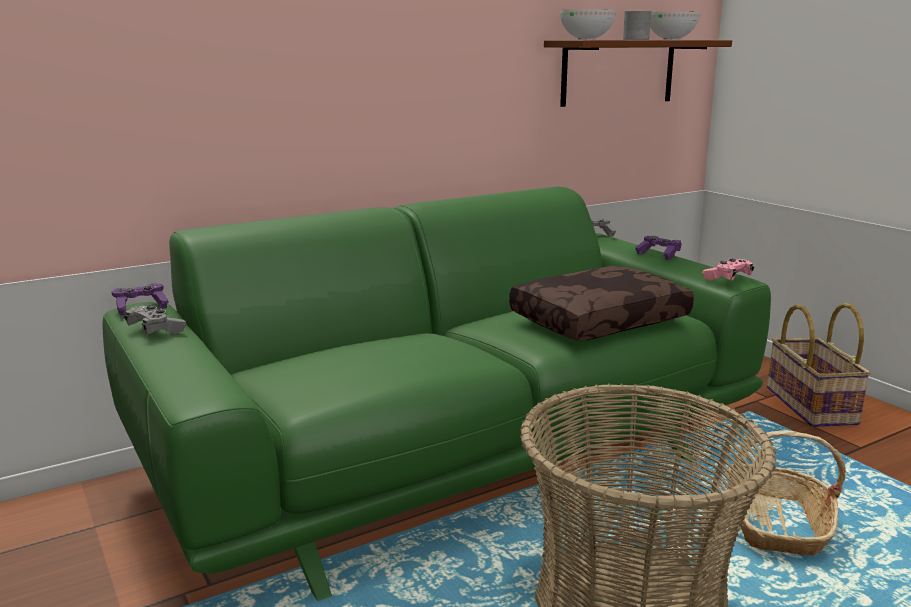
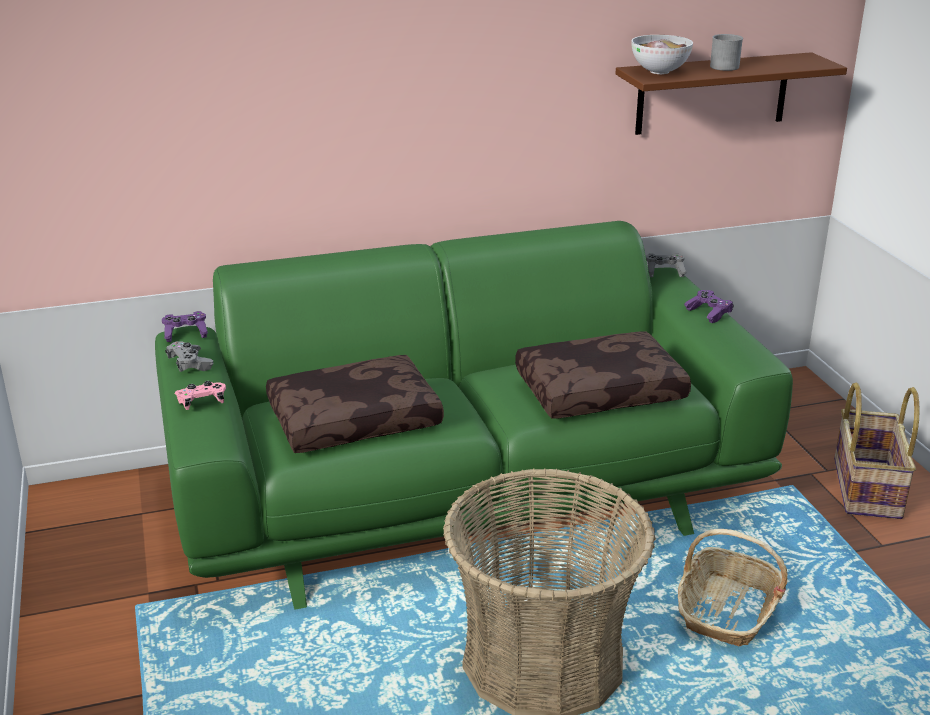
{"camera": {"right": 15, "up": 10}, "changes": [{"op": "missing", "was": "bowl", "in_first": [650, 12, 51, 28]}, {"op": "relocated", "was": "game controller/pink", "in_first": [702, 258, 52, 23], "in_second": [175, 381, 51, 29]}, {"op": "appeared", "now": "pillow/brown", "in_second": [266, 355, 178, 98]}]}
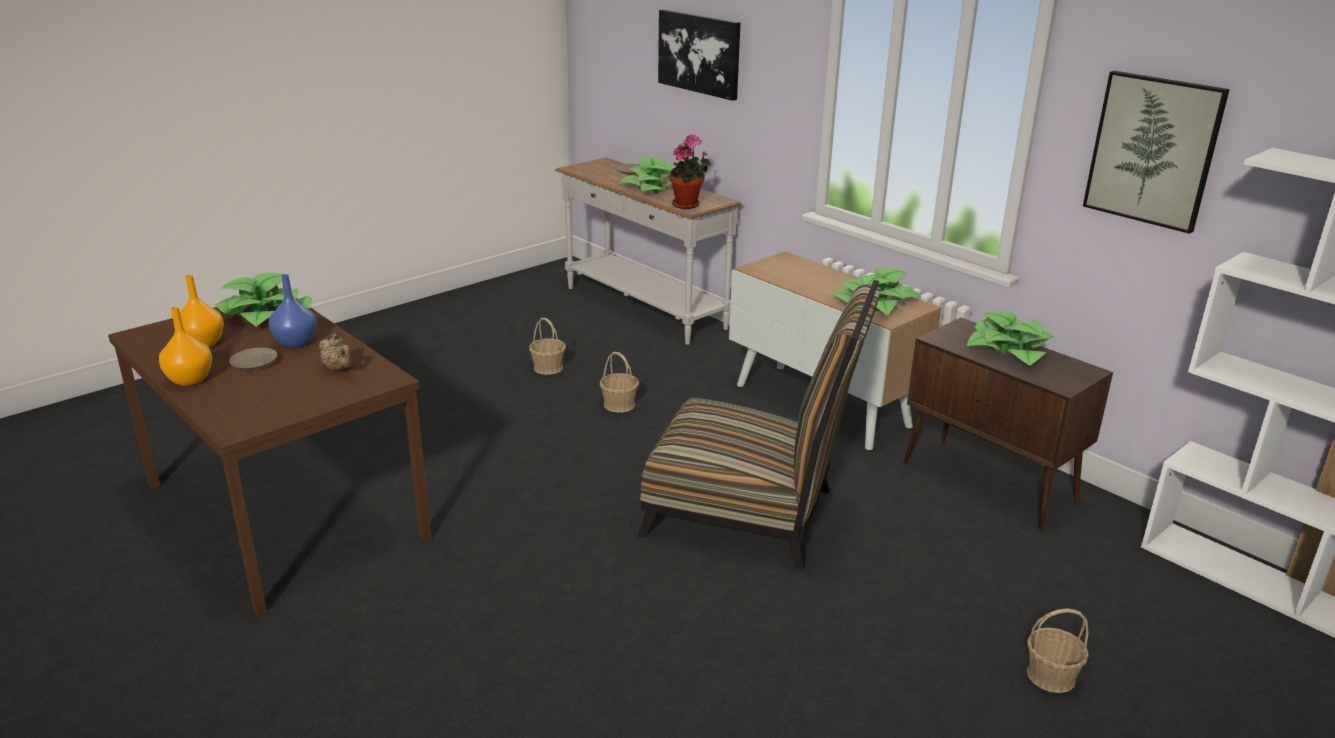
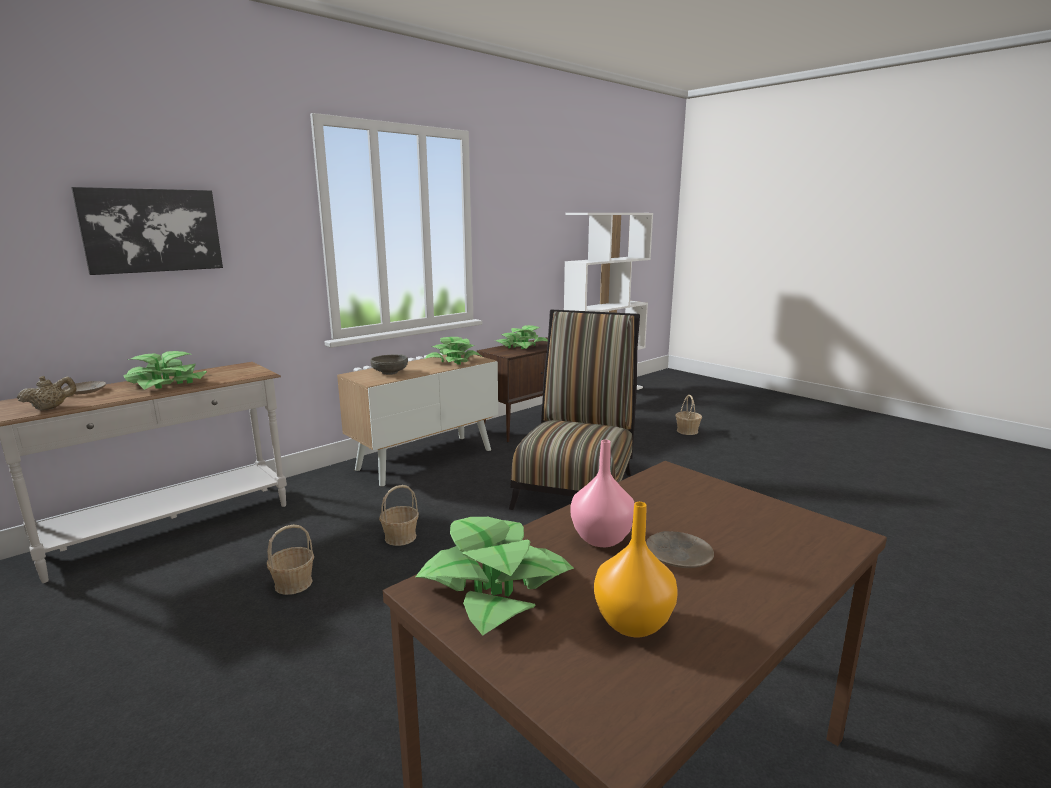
{"camera": {"right": -90, "up": -10}, "changes": [{"op": "missing", "was": "vase/orange", "in_first": [159, 307, 53, 79]}, {"op": "colour", "was": "vase/blue", "now": "vase/pink", "in_first": [269, 274, 47, 74], "in_second": [570, 440, 64, 107]}, {"op": "relocated", "was": "teapot/beige", "in_first": [319, 334, 35, 37], "in_second": [17, 376, 59, 34]}, {"op": "missing", "was": "potted plant", "in_first": [669, 134, 42, 75]}, {"op": "missing", "was": "picture", "in_first": [1083, 71, 147, 163]}, {"op": "appeared", "now": "bowl/grey", "in_second": [371, 355, 37, 20]}]}
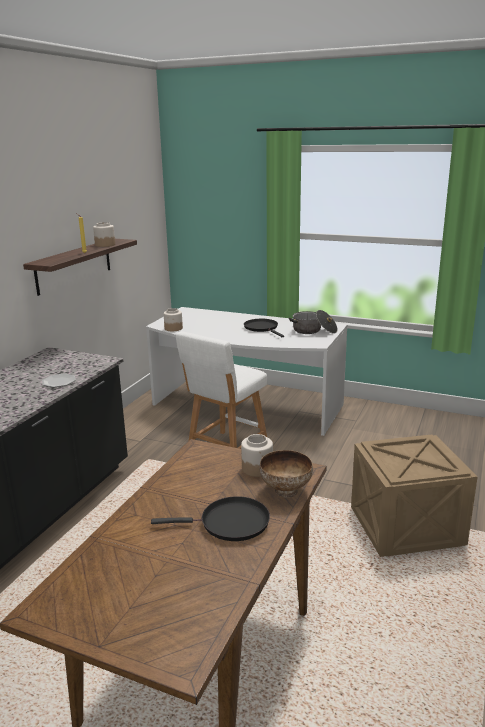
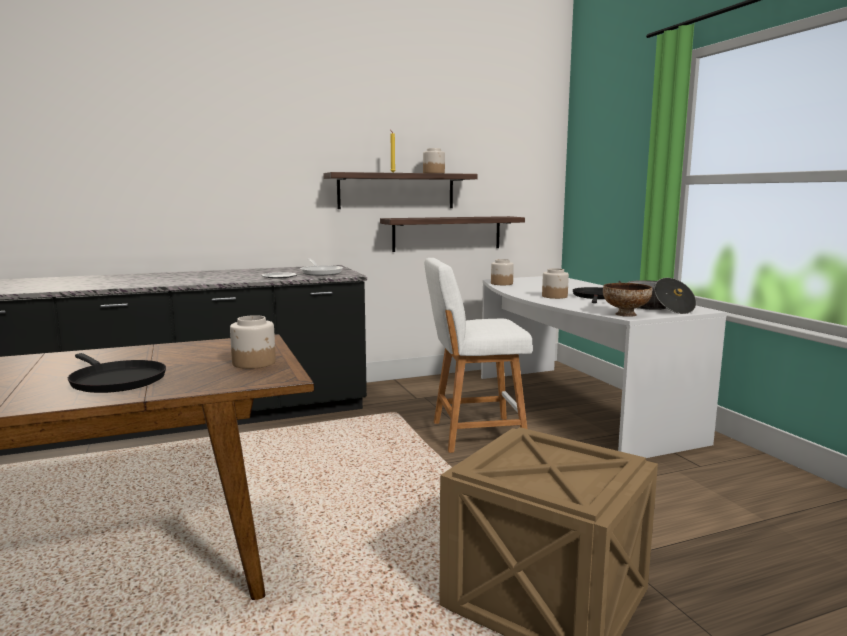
{"camera": {"right": 45, "up": -10}, "changes": [{"op": "relocated", "was": "bowl", "in_first": [259, 450, 54, 48], "in_second": [603, 283, 49, 34]}, {"op": "appeared", "now": "frying pan", "in_second": [300, 259, 43, 17]}, {"op": "appeared", "now": "shelf", "in_second": [380, 216, 145, 36]}, {"op": "appeared", "now": "jar", "in_second": [542, 268, 27, 31]}]}
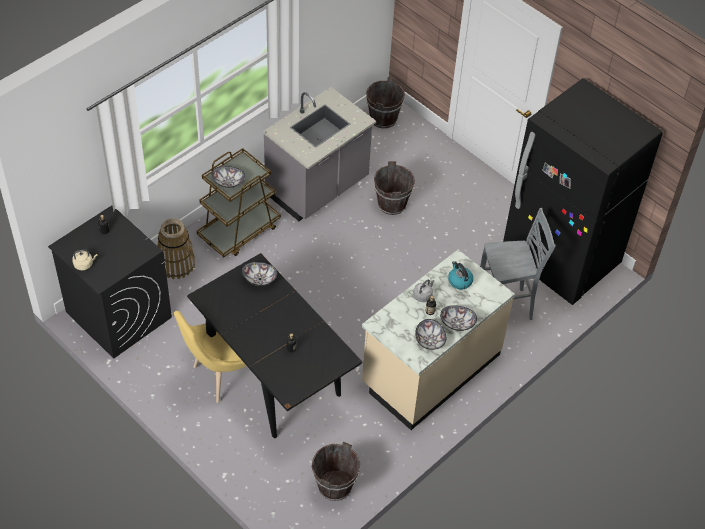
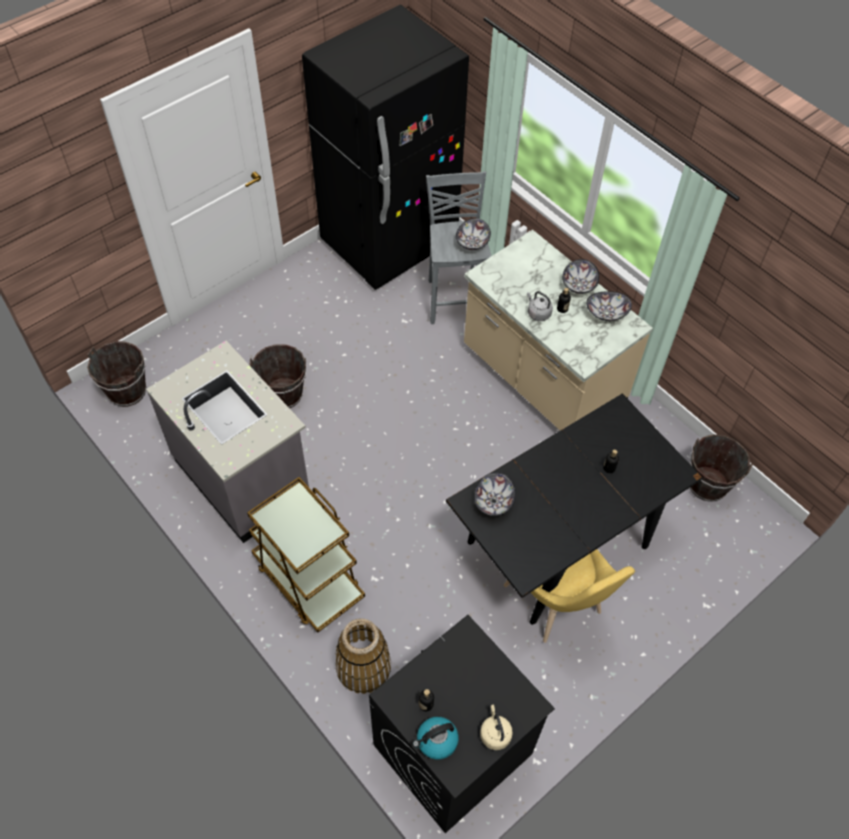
{"camera": {"right": -85, "up": 5}, "changes": [{"op": "relocated", "was": "bowl", "in_first": [212, 166, 33, 22], "in_second": [456, 218, 35, 32]}, {"op": "relocated", "was": "kettle", "in_first": [448, 261, 25, 29], "in_second": [413, 717, 46, 42]}]}
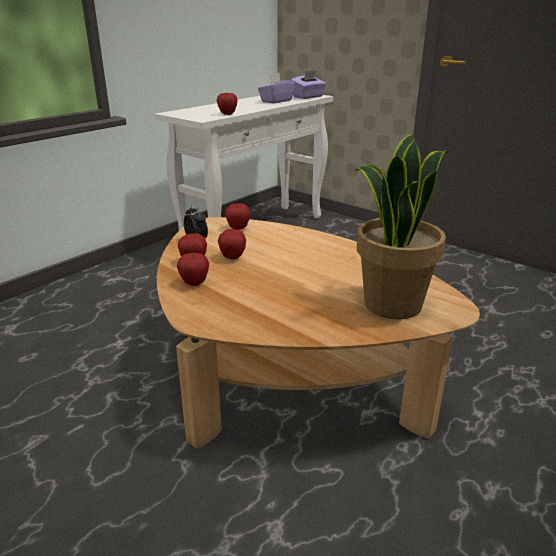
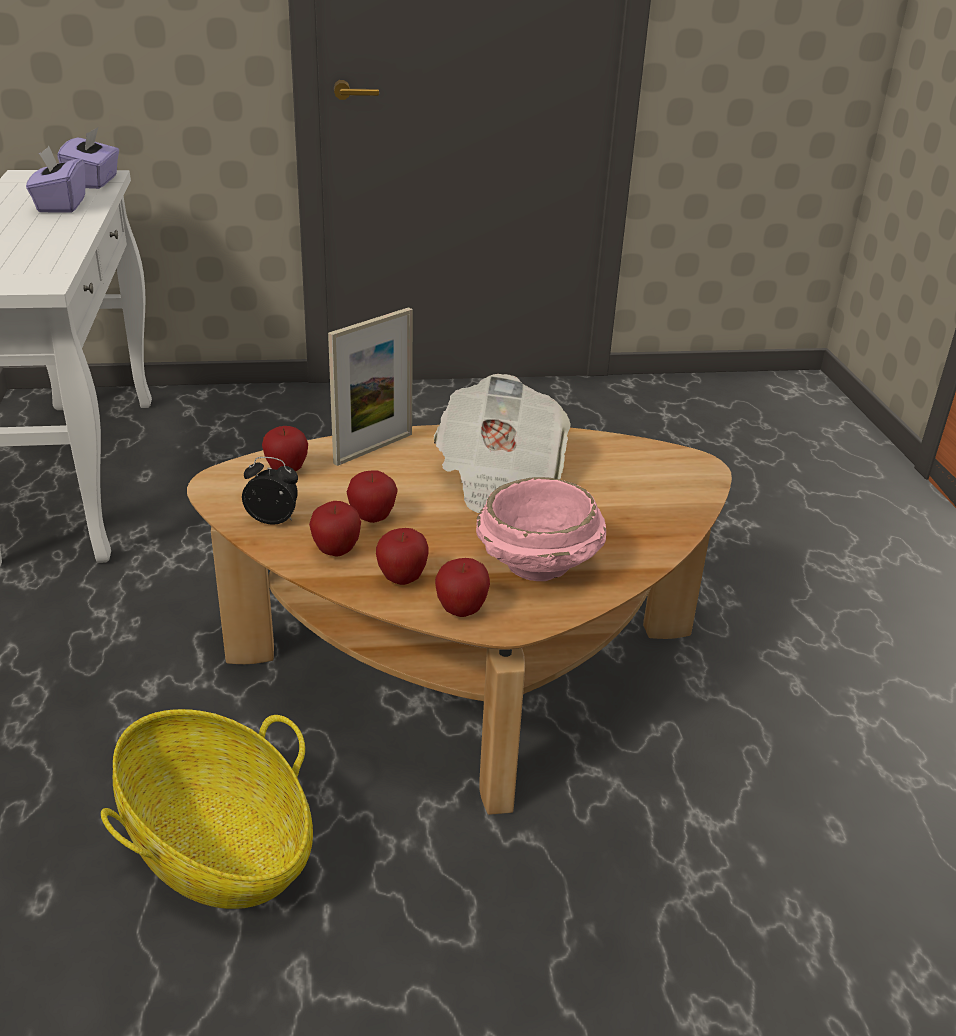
{"camera": {"right": -50, "up": 5}, "changes": [{"op": "relocated", "was": "apple", "in_first": [217, 93, 21, 22], "in_second": [435, 558, 55, 59]}, {"op": "missing", "was": "potted plant", "in_first": [355, 133, 93, 187]}, {"op": "appeared", "now": "basket", "in_second": [101, 709, 212, 200]}, {"op": "appeared", "now": "picture frame", "in_second": [328, 307, 85, 159]}, {"op": "appeared", "now": "newspaper", "in_second": [434, 374, 137, 139]}, {"op": "appeared", "now": "bowl/pink", "in_second": [476, 477, 130, 104]}]}
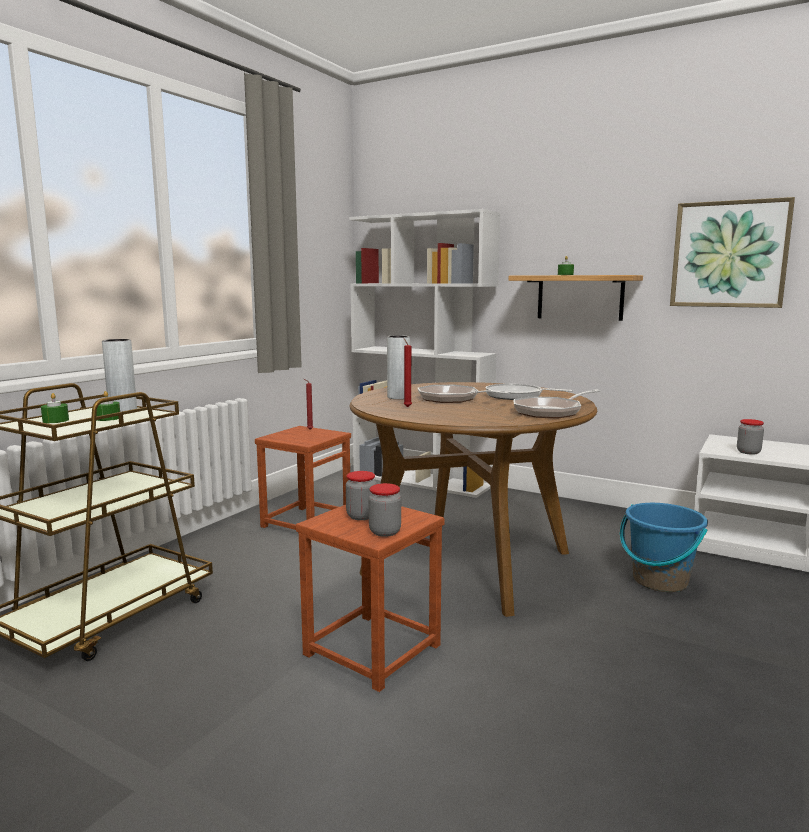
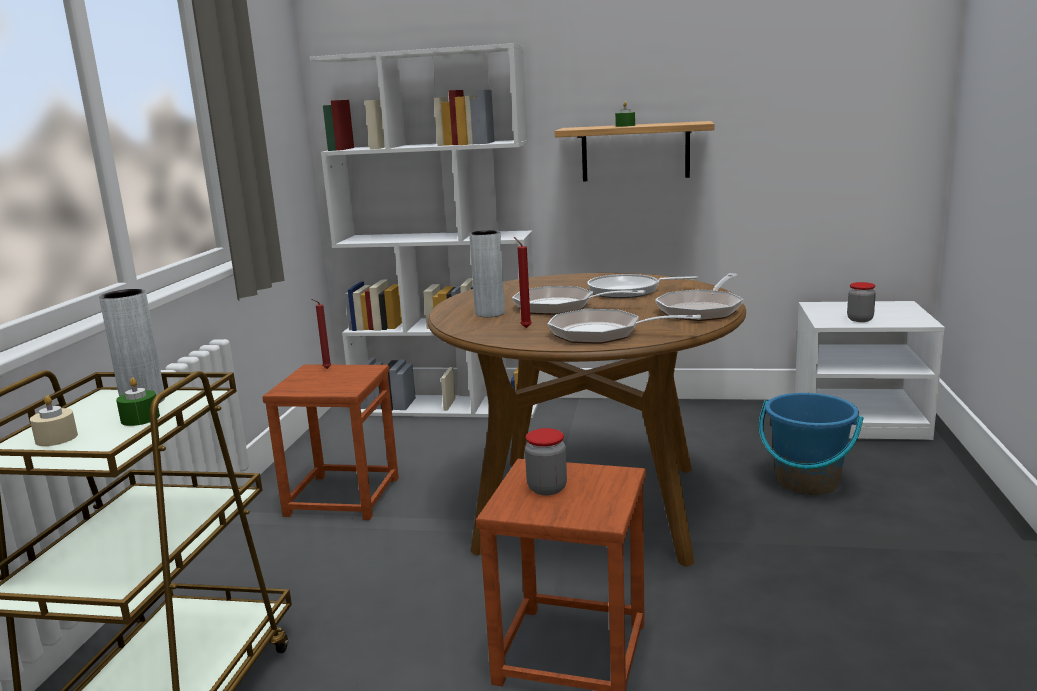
{"camera": {"right": -20, "up": 5}, "changes": [{"op": "colour", "was": "candle/green", "now": "candle/beige", "in_first": [41, 393, 28, 30], "in_second": [30, 395, 48, 51]}, {"op": "missing", "was": "jar", "in_first": [369, 483, 32, 54]}, {"op": "missing", "was": "picture", "in_first": [670, 197, 125, 111]}, {"op": "appeared", "now": "frying pan", "in_second": [547, 309, 154, 35]}]}
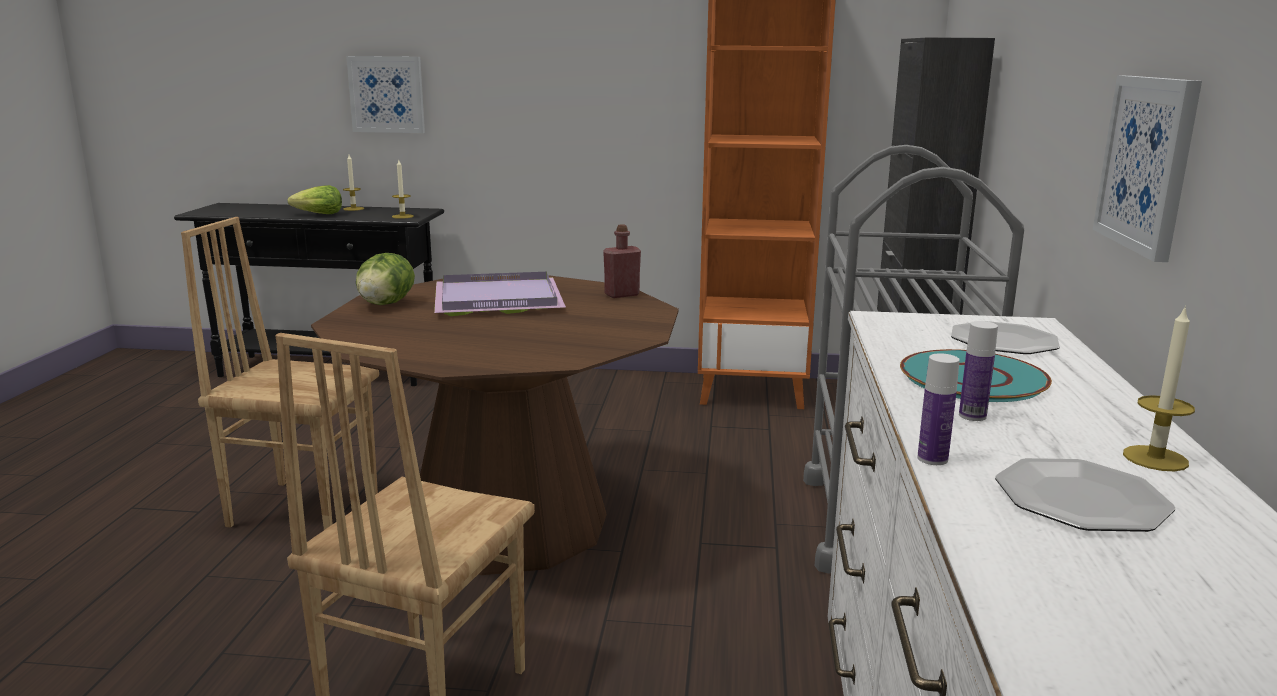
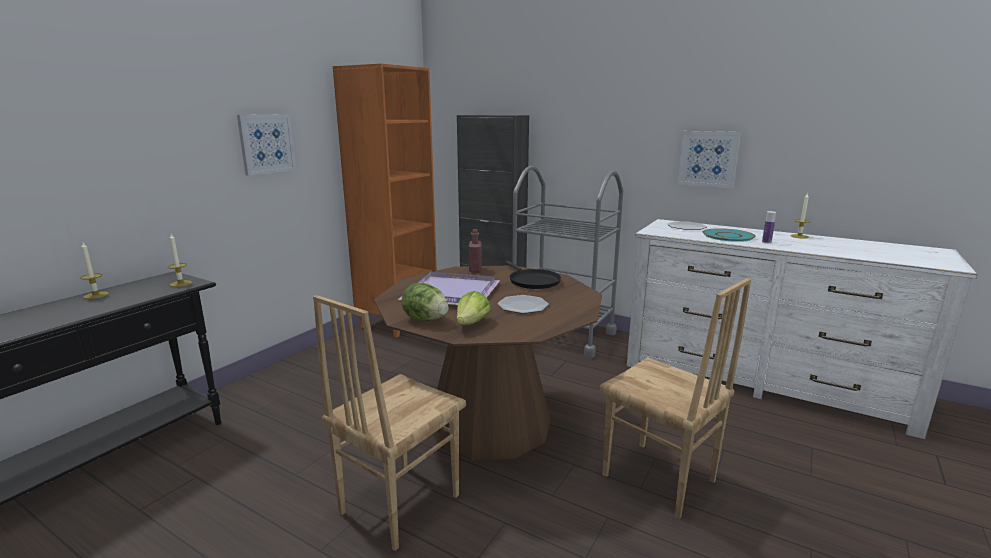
{"camera": {"right": -65, "up": 0}, "changes": [{"op": "relocated", "was": "lettuce", "in_first": [288, 185, 54, 29], "in_second": [456, 291, 35, 34]}, {"op": "relocated", "was": "picture", "in_first": [346, 56, 79, 77], "in_second": [237, 114, 59, 62]}, {"op": "missing", "was": "bottle", "in_first": [917, 353, 43, 112]}, {"op": "relocated", "was": "plate", "in_first": [995, 458, 180, 74], "in_second": [498, 295, 51, 19]}, {"op": "appeared", "now": "frying pan/black", "in_second": [505, 261, 56, 28]}]}
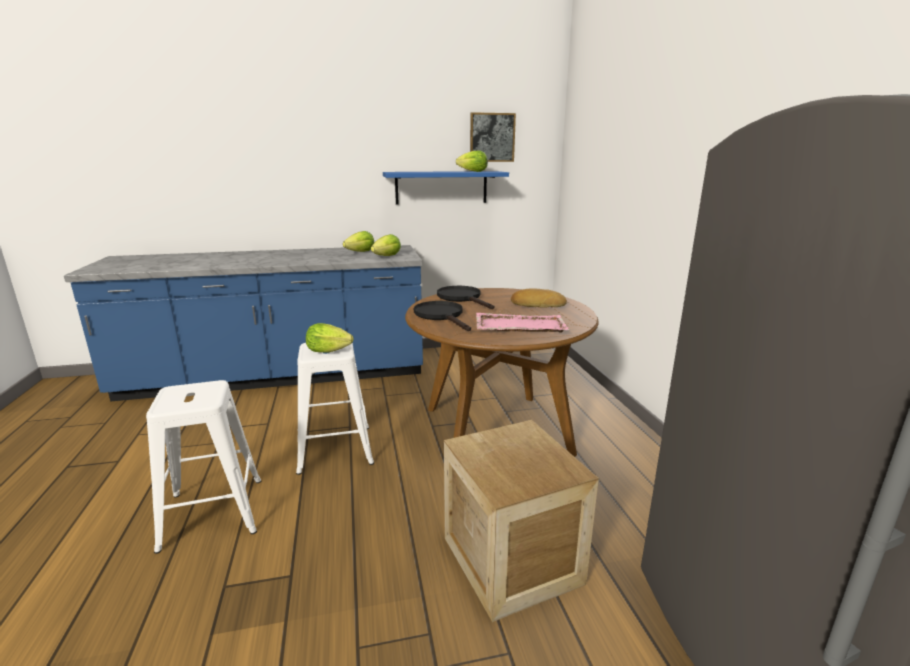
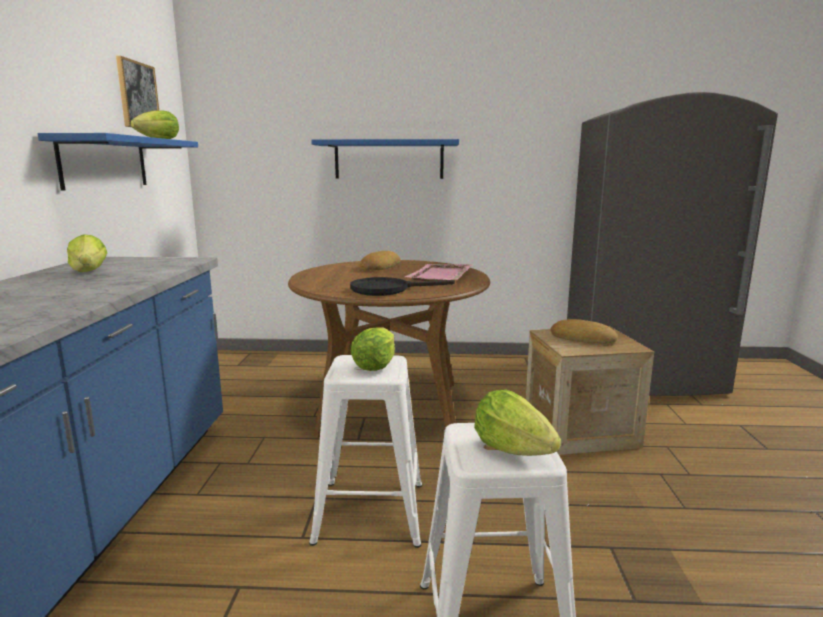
{"camera": {"right": -75, "up": -5}, "changes": [{"op": "relocated", "was": "lettuce", "in_first": [371, 234, 30, 22], "in_second": [474, 389, 87, 67]}, {"op": "missing", "was": "frying pan/black", "in_first": [437, 286, 57, 23]}, {"op": "appeared", "now": "shelf/blue", "in_second": [311, 139, 148, 40]}, {"op": "appeared", "now": "bread", "in_second": [550, 319, 68, 25]}]}
